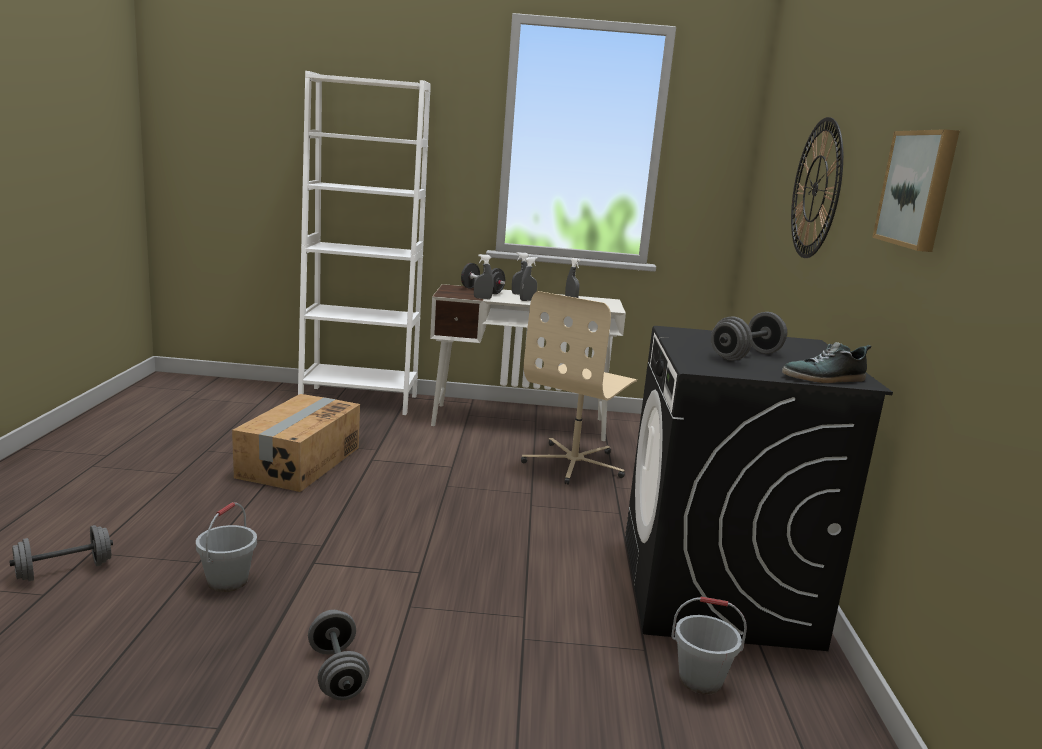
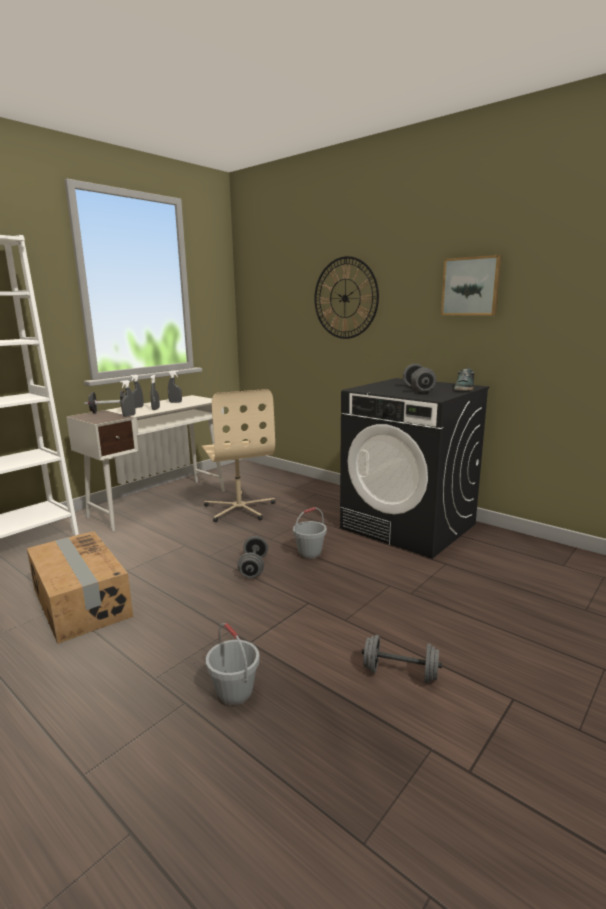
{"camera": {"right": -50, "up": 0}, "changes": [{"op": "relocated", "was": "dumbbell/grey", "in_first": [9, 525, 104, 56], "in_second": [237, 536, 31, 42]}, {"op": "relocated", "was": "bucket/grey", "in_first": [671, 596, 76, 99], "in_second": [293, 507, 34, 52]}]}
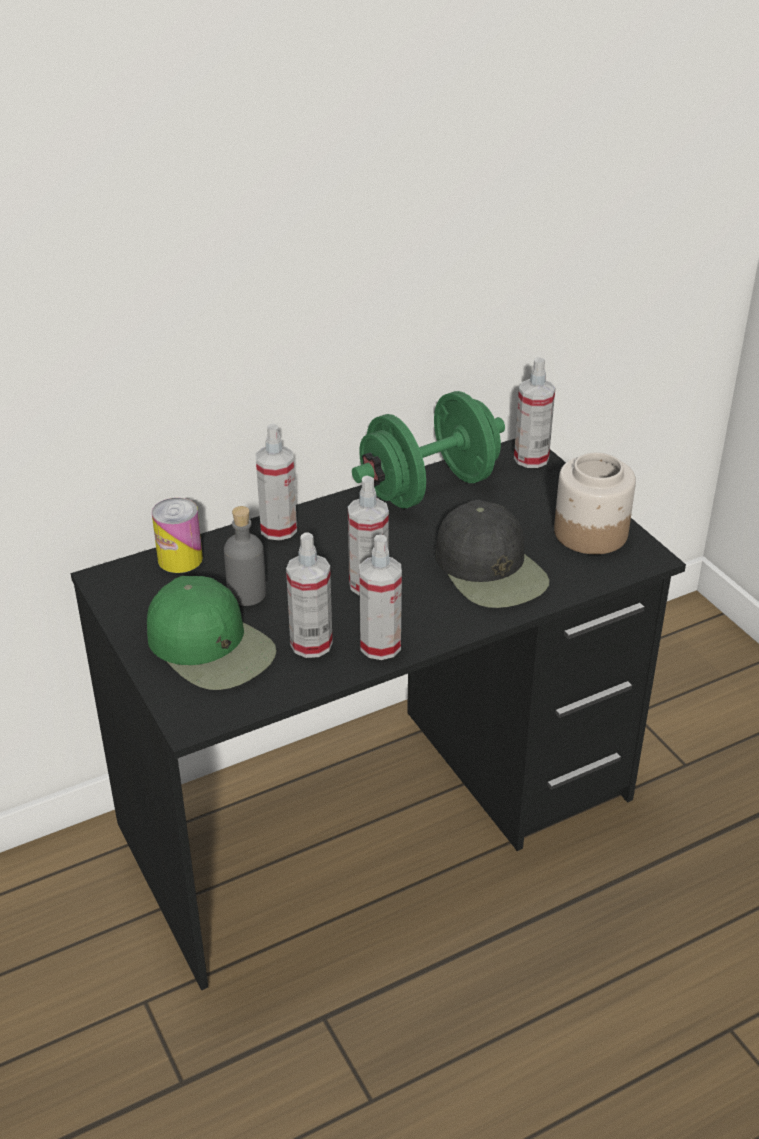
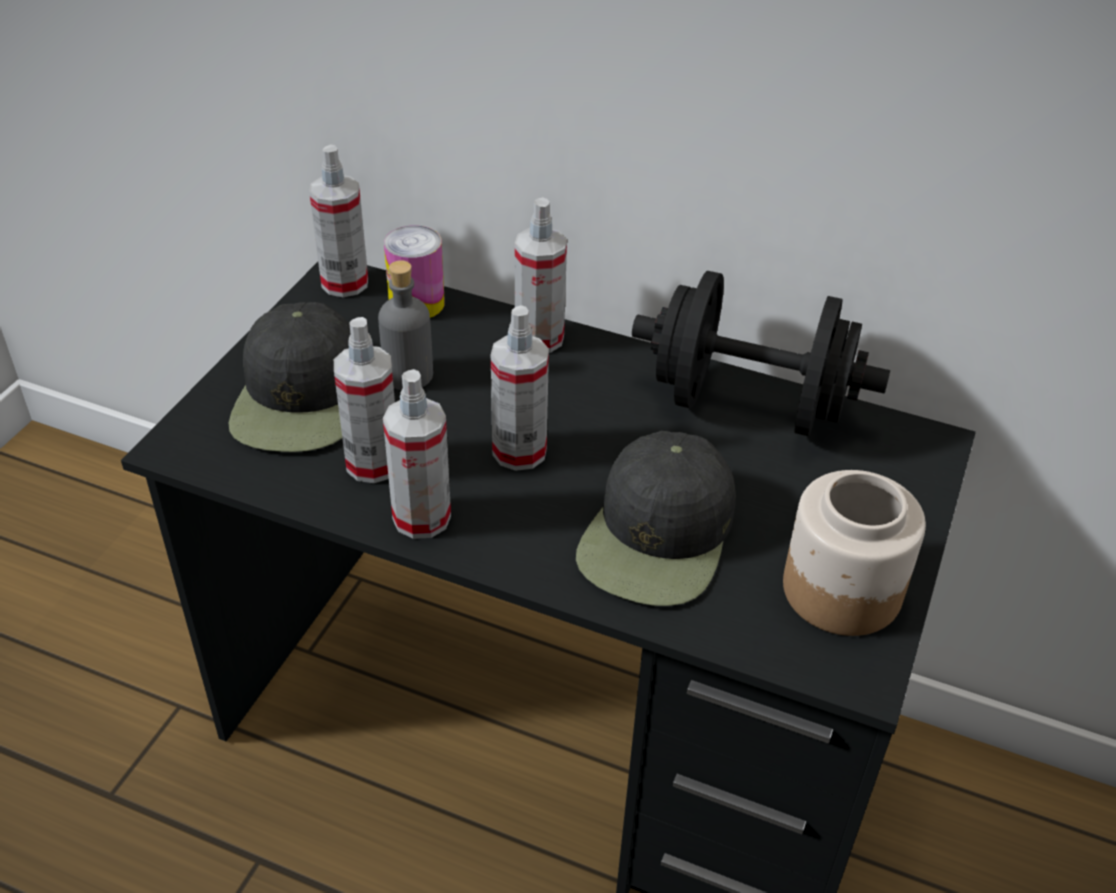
{"camera": {"right": 50, "up": 5}, "changes": [{"op": "colour", "was": "cap/green", "now": "cap/black", "in_first": [147, 576, 130, 114], "in_second": [229, 302, 121, 150]}, {"op": "colour", "was": "dumbbell/green", "now": "dumbbell/black", "in_first": [352, 391, 153, 117], "in_second": [632, 271, 258, 165]}, {"op": "relocated", "was": "spray bottle", "in_first": [514, 357, 41, 111], "in_second": [309, 144, 59, 153]}]}
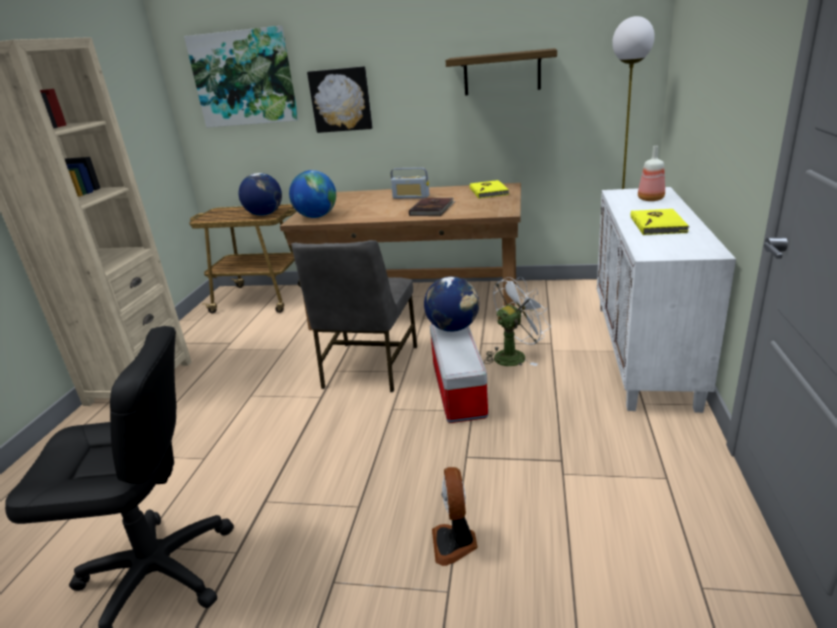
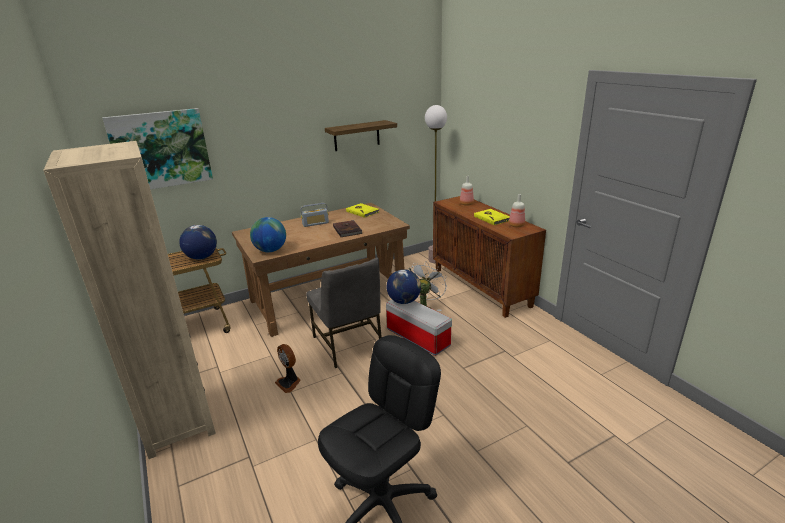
{"camera": {"right": -40, "up": 0}, "changes": [{"op": "missing", "was": "picture", "in_first": [307, 66, 66, 67]}, {"op": "relocated", "was": "fan", "in_first": [432, 467, 46, 99], "in_second": [275, 344, 26, 49]}, {"op": "colour", "was": "cabinet/white", "now": "cabinet/brown", "in_first": [597, 187, 139, 226], "in_second": [433, 196, 113, 122]}, {"op": "appeared", "now": "bottle", "in_second": [509, 194, 16, 33]}]}
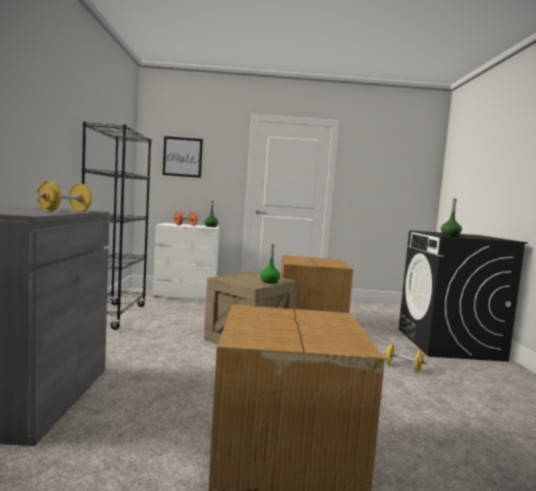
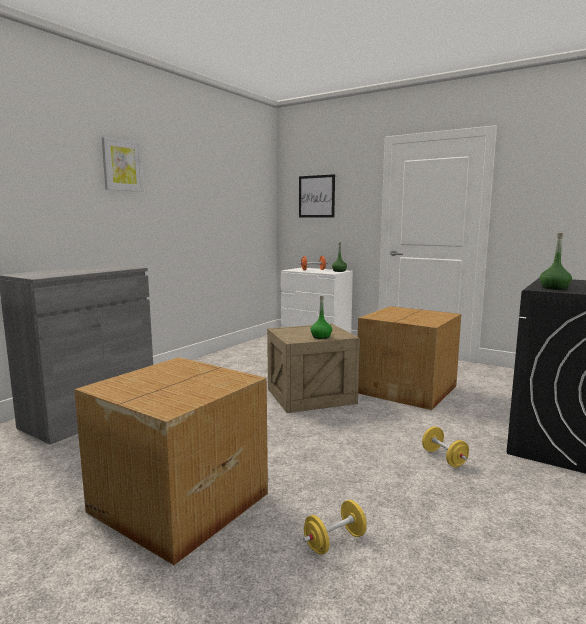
{"camera": {"right": 35, "up": 5}, "changes": [{"op": "relocated", "was": "dumbbell/yellow", "in_first": [37, 181, 55, 30], "in_second": [303, 500, 64, 55]}, {"op": "missing", "was": "bookcase/black", "in_first": [82, 121, 69, 209]}, {"op": "appeared", "now": "picture", "in_second": [102, 137, 41, 55]}]}
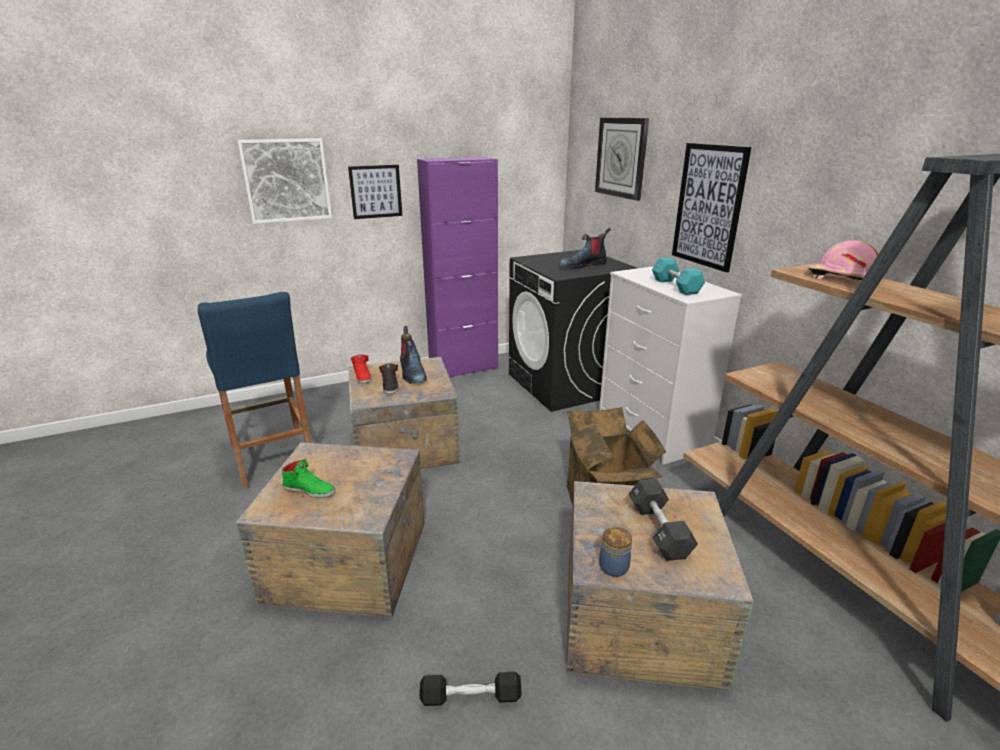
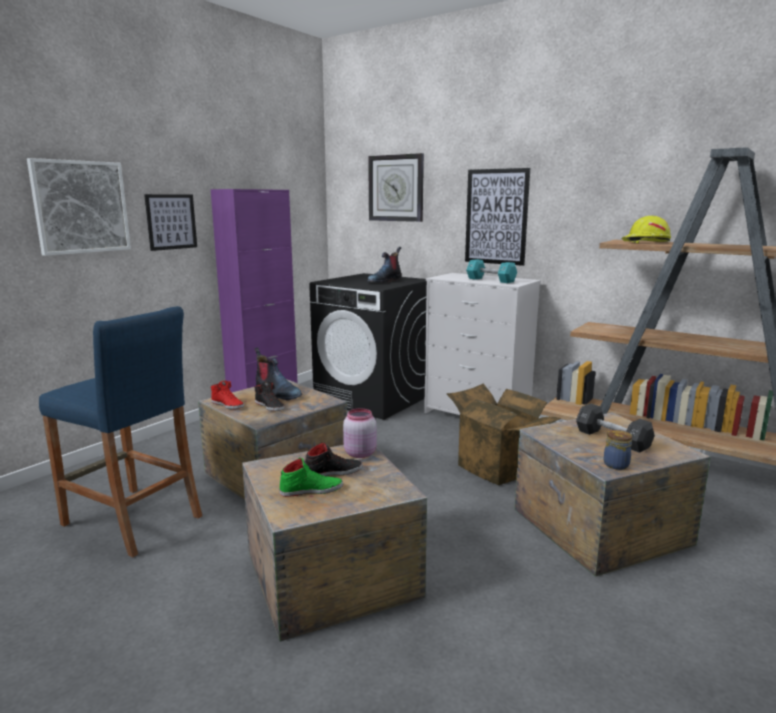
{"camera": {"right": -30, "up": -10}, "changes": [{"op": "missing", "was": "dumbbell/black", "in_first": [420, 672, 101, 34]}, {"op": "colour", "was": "hard hat/pink", "now": "hard hat/yellow", "in_first": [808, 240, 70, 40], "in_second": [621, 216, 50, 27]}, {"op": "appeared", "now": "shoe/black", "in_second": [305, 442, 58, 34]}, {"op": "appeared", "now": "jar/pink", "in_second": [343, 408, 34, 50]}]}
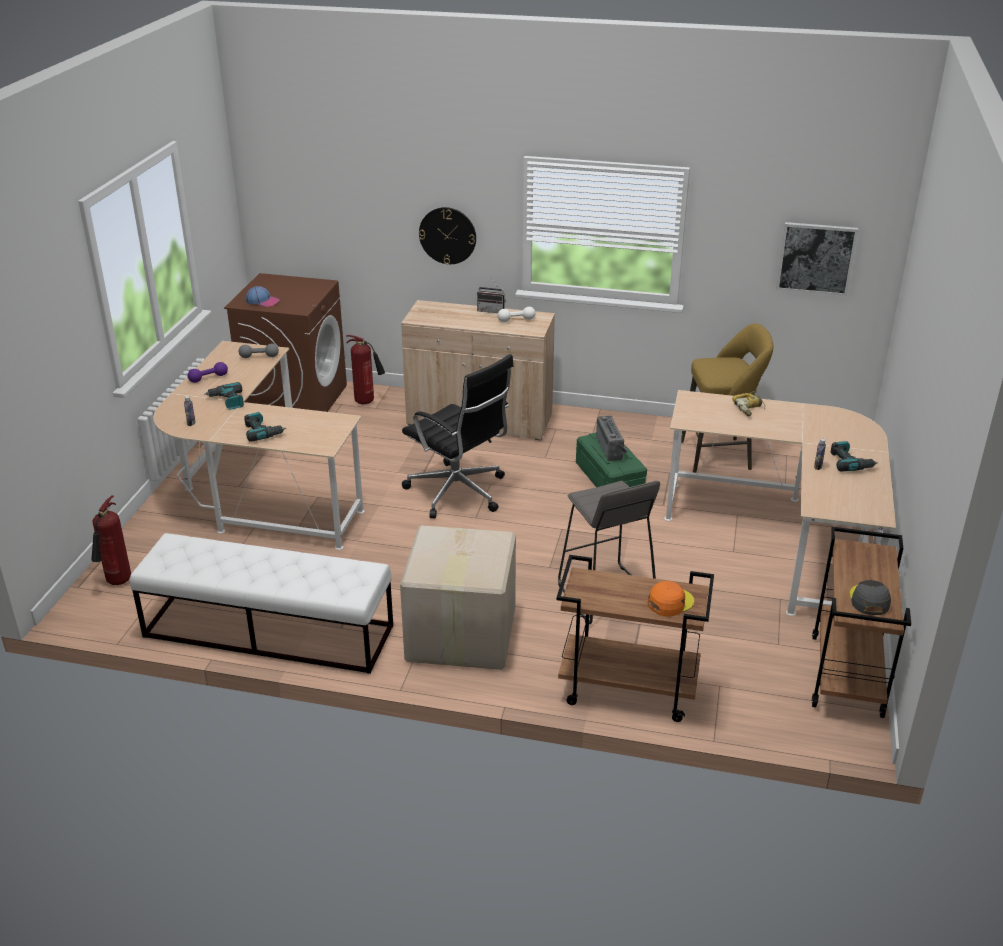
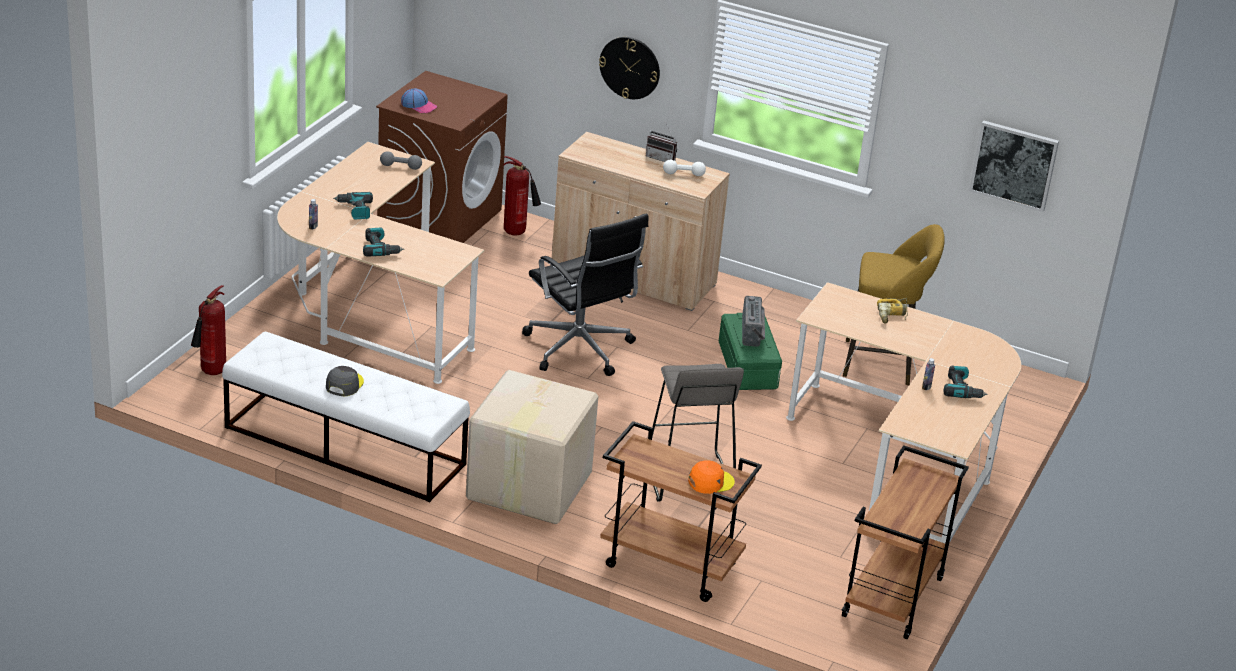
{"camera": {"right": 10, "up": 0}, "changes": [{"op": "missing", "was": "dumbbell/purple", "in_first": [188, 362, 40, 21]}, {"op": "relocated", "was": "cap/grey", "in_first": [850, 580, 41, 35], "in_second": [326, 366, 38, 30]}]}
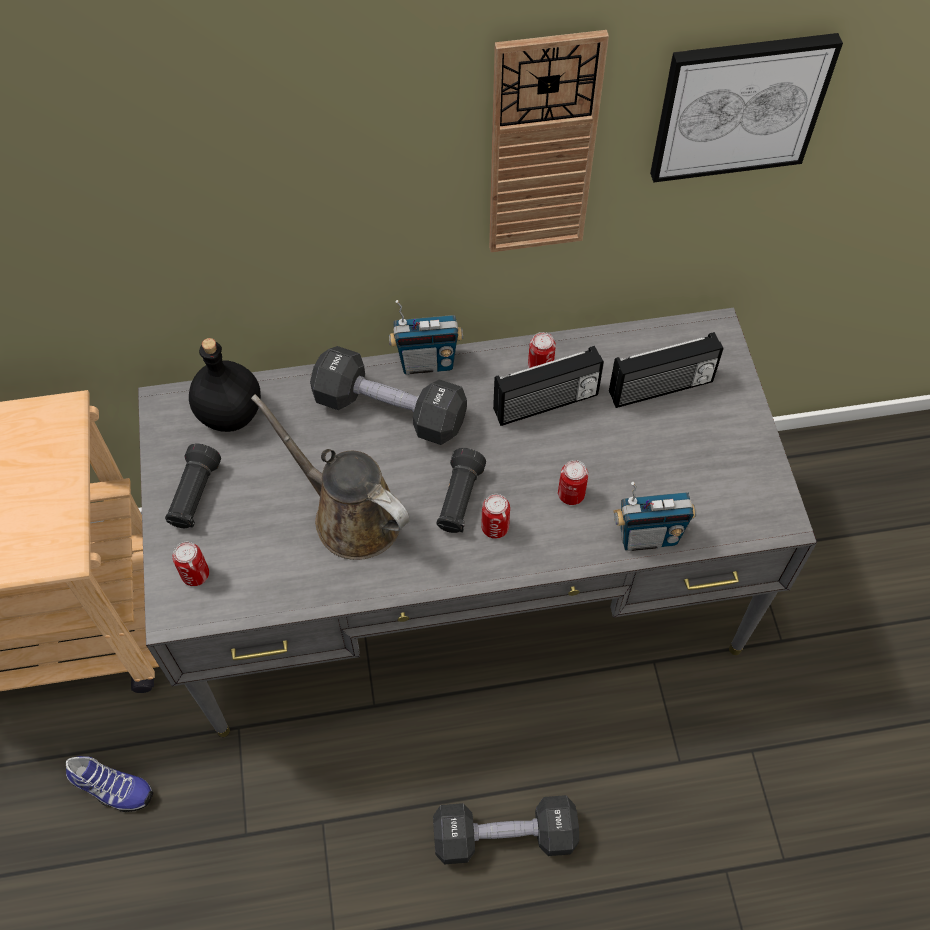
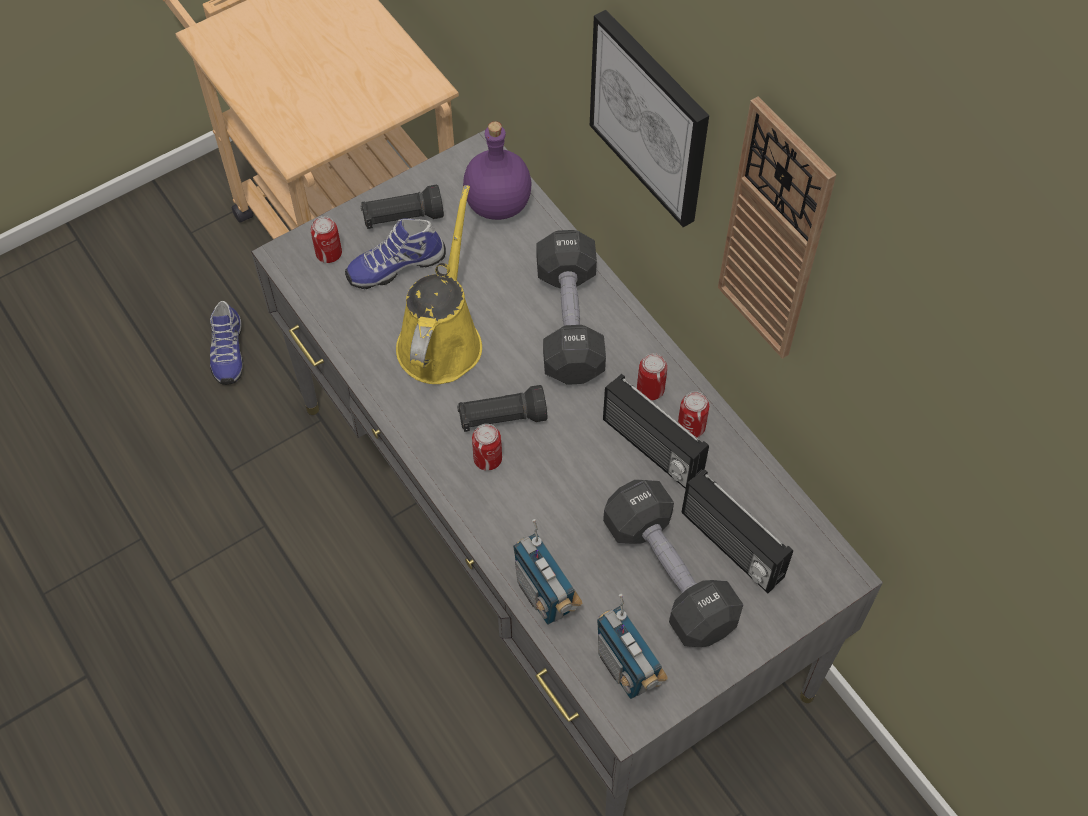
{"camera": {"right": 65, "up": 0}, "changes": [{"op": "colour", "was": "bottle/black", "now": "bottle/purple", "in_first": [189, 338, 72, 94], "in_second": [463, 121, 69, 99]}, {"op": "colour", "was": "watering can/brown", "now": "watering can/yellow", "in_first": [251, 394, 159, 166], "in_second": [396, 185, 86, 199]}, {"op": "relocated", "was": "radio", "in_first": [389, 300, 74, 75], "in_second": [597, 594, 71, 105]}, {"op": "relocated", "was": "dumbbell/black", "in_first": [433, 795, 146, 69], "in_second": [603, 480, 140, 167]}, {"op": "relocated", "was": "can", "in_first": [558, 460, 30, 45], "in_second": [637, 353, 30, 47]}, {"op": "relocated", "was": "picture", "in_first": [650, 33, 193, 150], "in_second": [590, 10, 119, 217]}, {"op": "appeared", "now": "shoe", "in_second": [345, 218, 101, 71]}]}
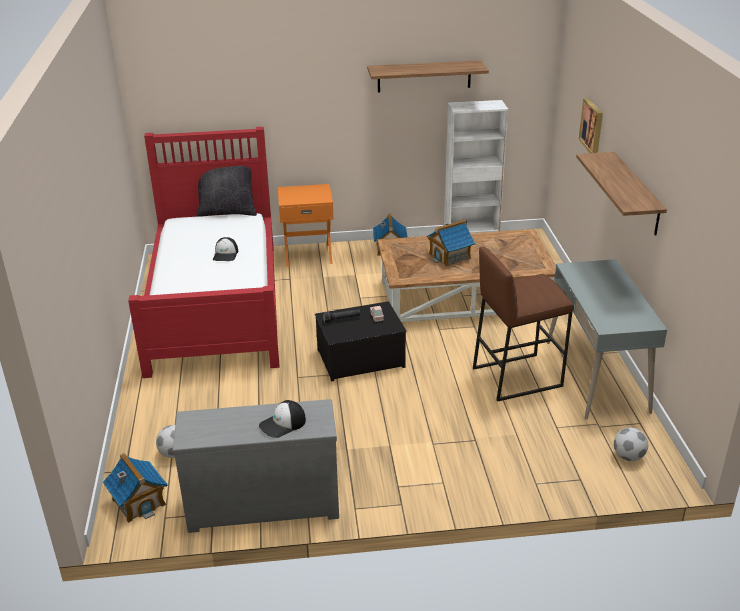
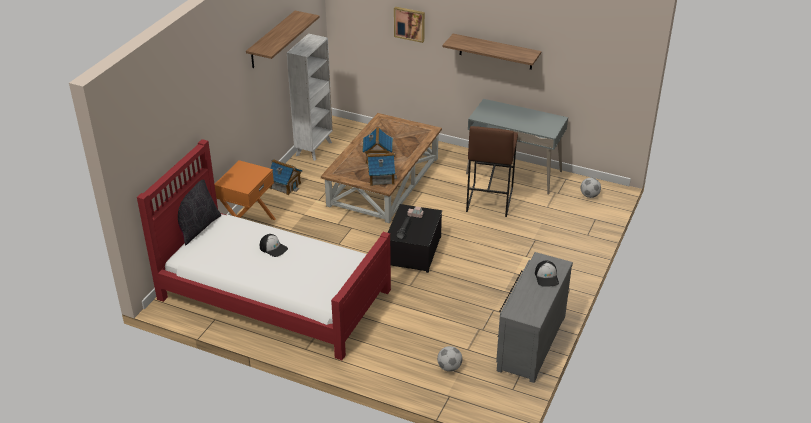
{"camera": {"right": -60, "up": 5}, "changes": [{"op": "relocated", "was": "toy house", "in_first": [103, 453, 65, 70], "in_second": [367, 153, 30, 33]}]}
